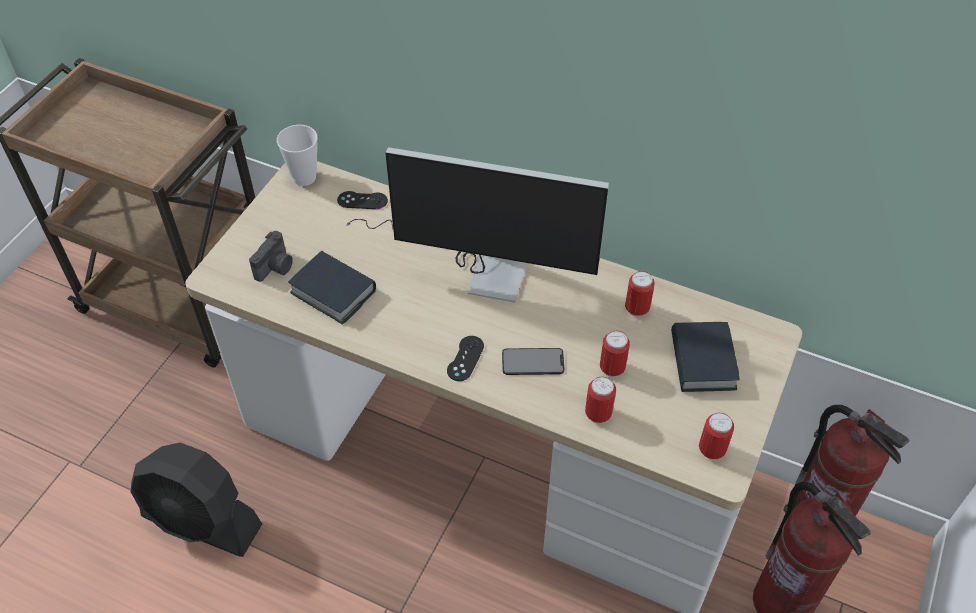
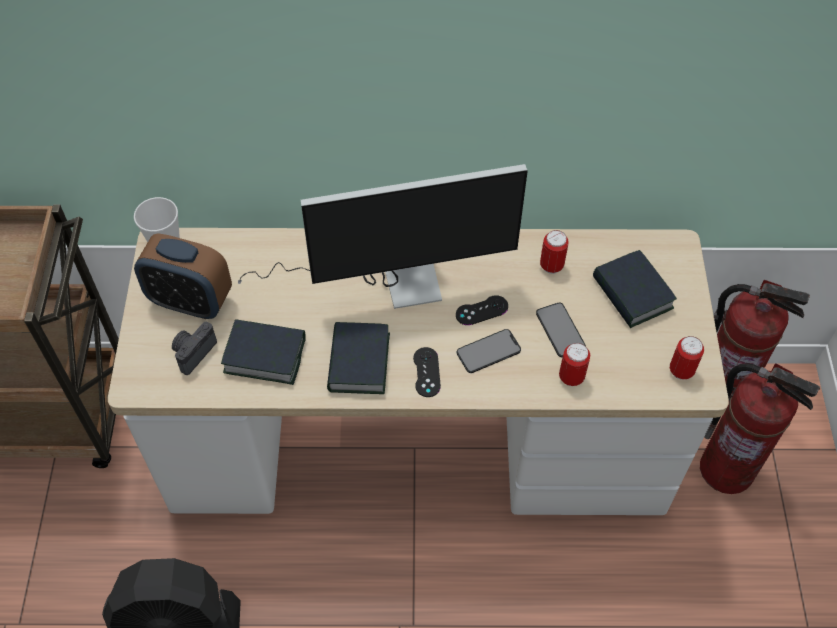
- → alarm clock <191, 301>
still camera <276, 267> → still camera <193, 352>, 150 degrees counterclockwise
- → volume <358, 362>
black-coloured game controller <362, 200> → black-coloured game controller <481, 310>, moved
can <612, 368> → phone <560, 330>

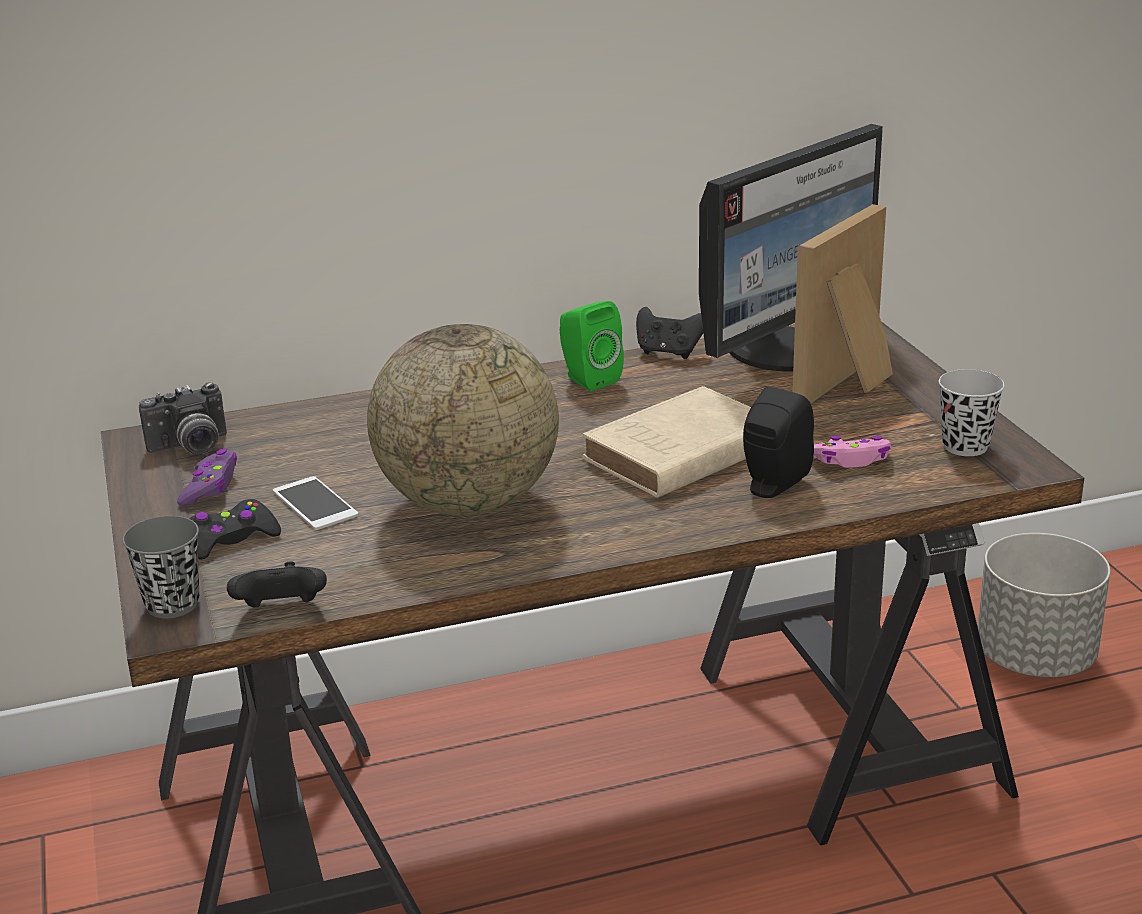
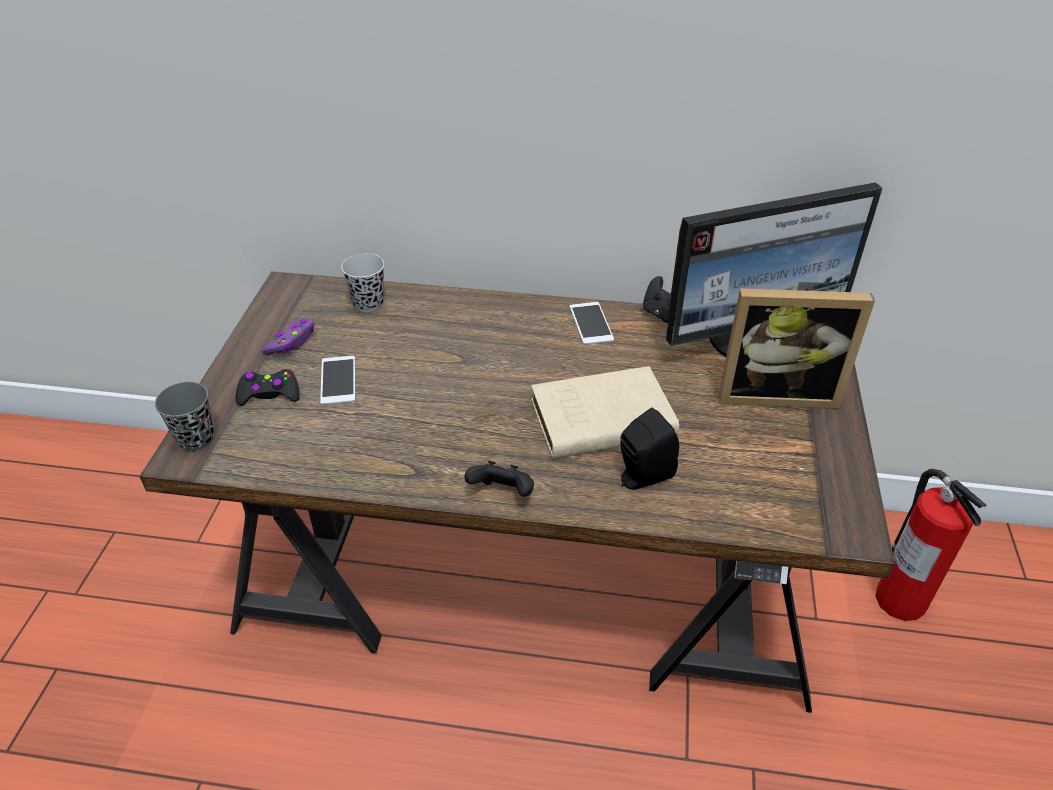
black-coloured drinking cup <965, 446> → black-coloured drinking cup <368, 303>, moved
black-coloured game controller <281, 611> → black-coloured game controller <502, 493>, moved
greenish loudspeaker <588, 379> → phone <591, 323>
standing frame <851, 384> → standing frame <776, 392>, 150 degrees counterclockwise
greyish planter <1036, 658> → fire-fighting cylinder <899, 598>
still camera <191, 447> → -
world globe <468, 503> → -
pinkish game controller <851, 460> → -

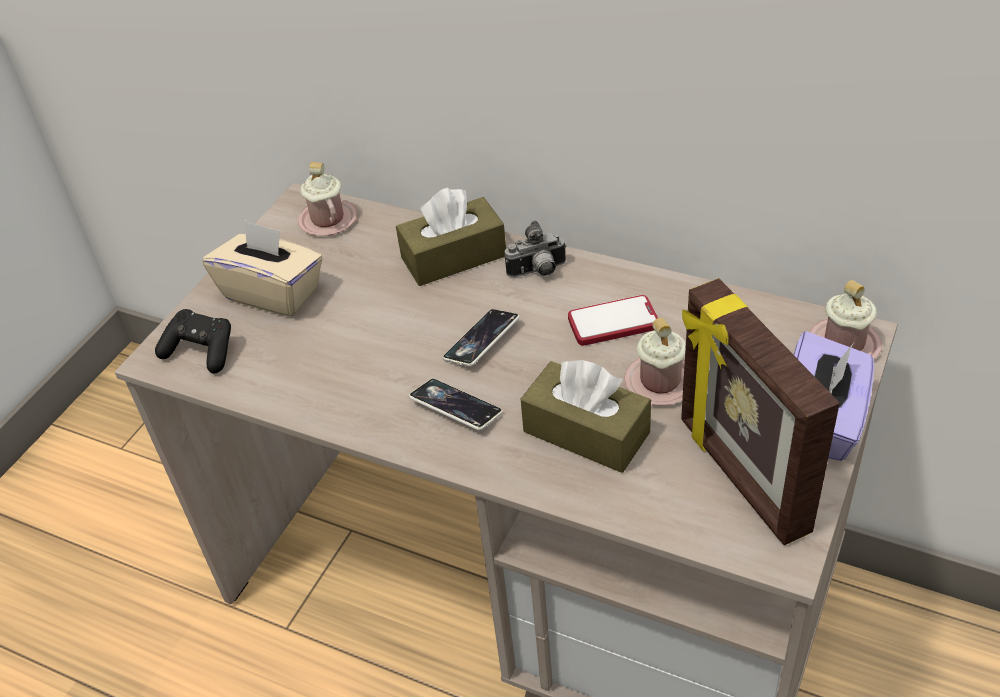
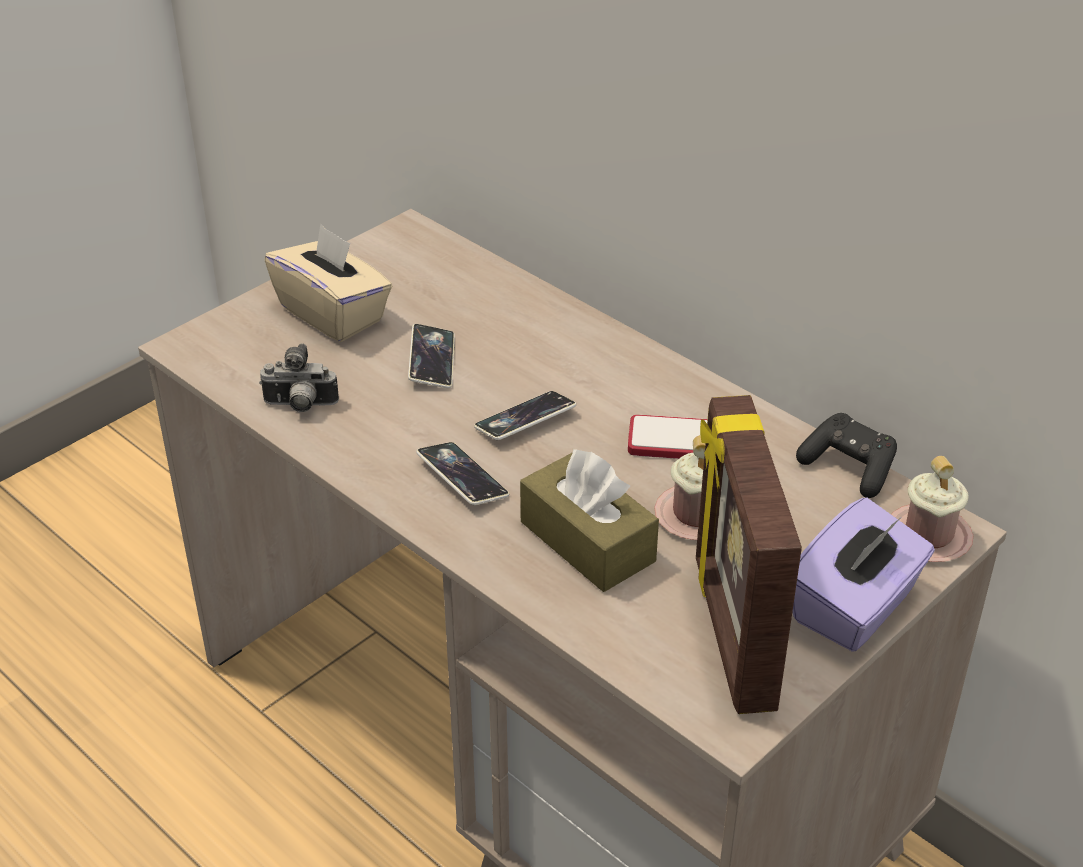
still camera <538, 272> → still camera <300, 406>, moved
- → phone <432, 361>
black-coloured game controller <201, 351> → black-coloured game controller <848, 468>, moved
pinkish mug <328, 220> → -
brownish box of tissues <453, 257> → -

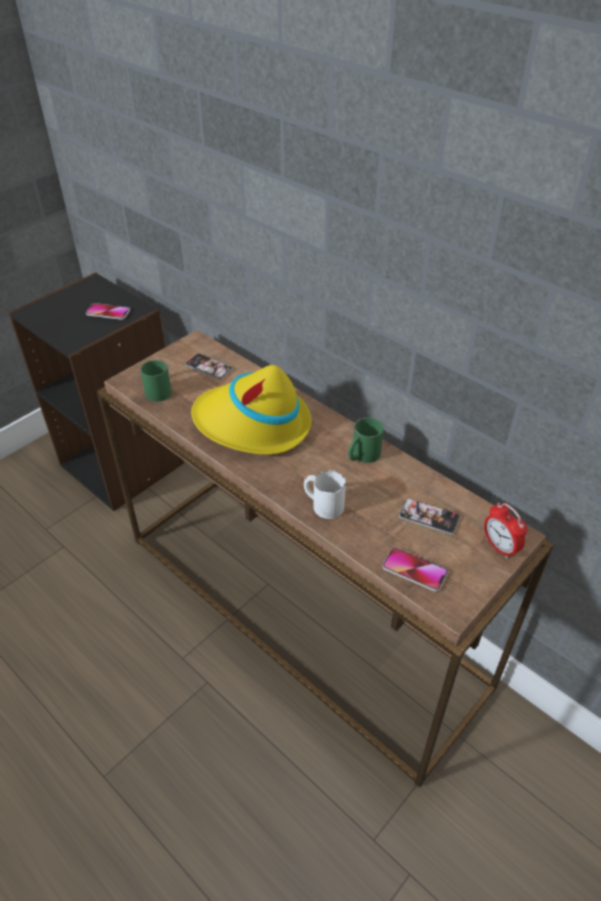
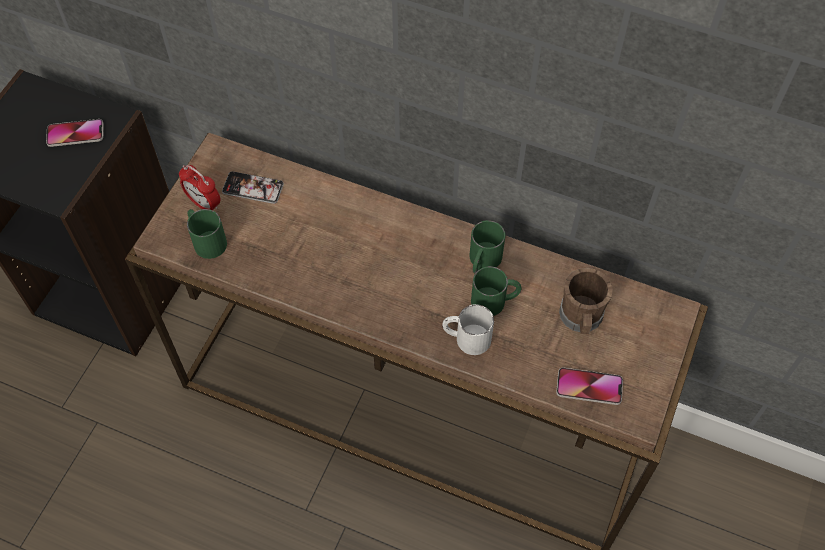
alarm clock <499, 547> → alarm clock <204, 204>, moved
- → greenish mug <495, 301>
phone <429, 517> → brownish mug <581, 318>
yellow clothing hat <253, 424> → -

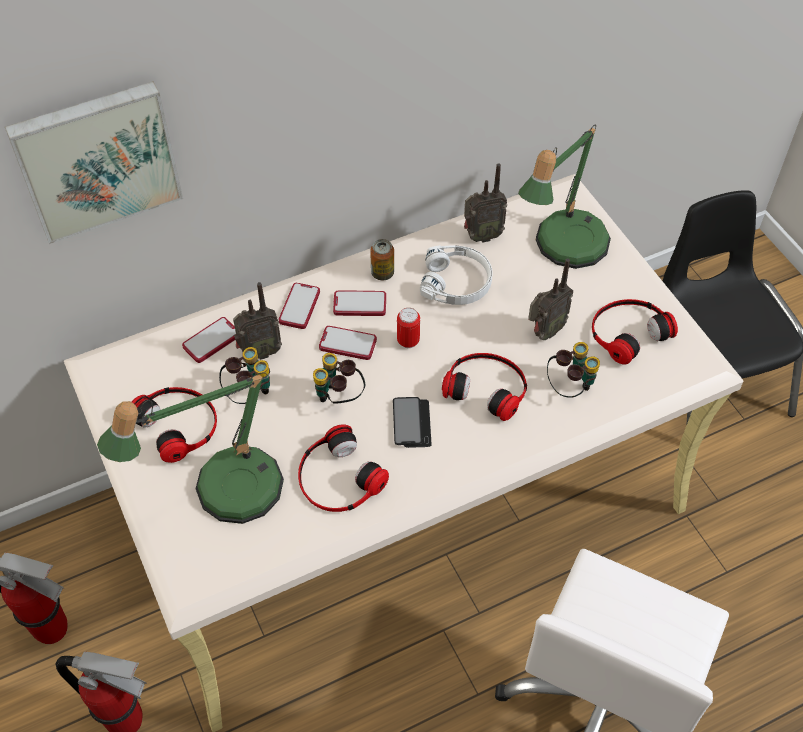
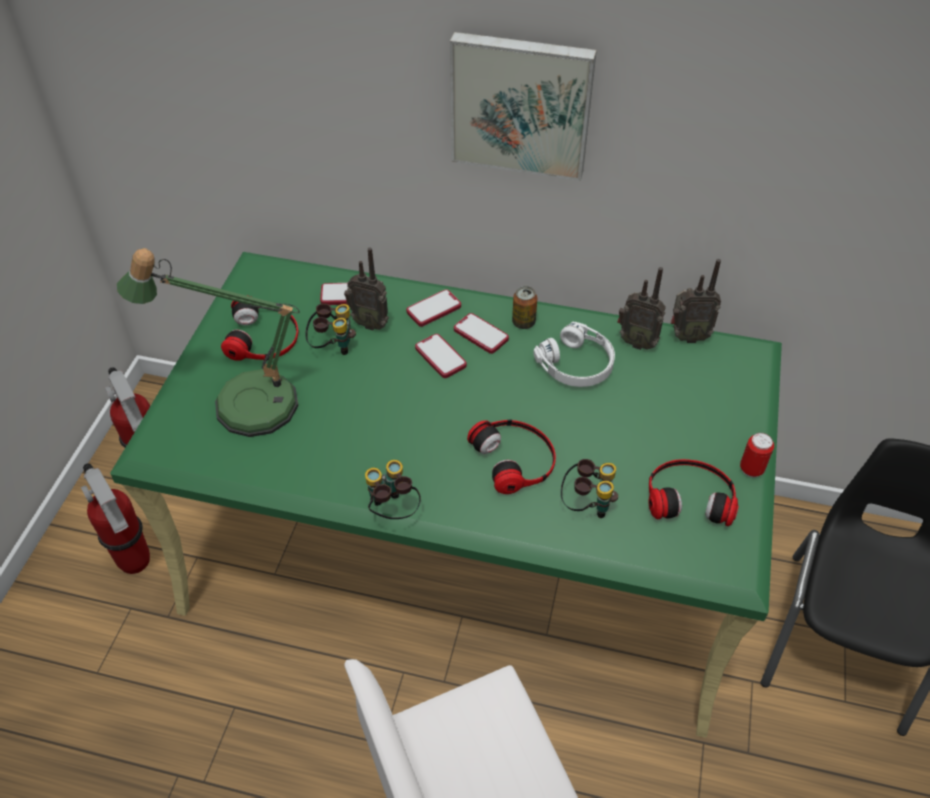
sand-coloured desk unit <403, 502> → greenish desk unit <467, 552>
binoculars <339, 397> → binoculars <392, 510>, moved
wall art <97, 159> → wall art <521, 104>, moved
radio <544, 332> → radio <687, 336>, moved
can <408, 341> → can <751, 469>, moved
pair of headphones <338, 478> → -
phone <411, 423> → -
table lamp <563, 248> → -

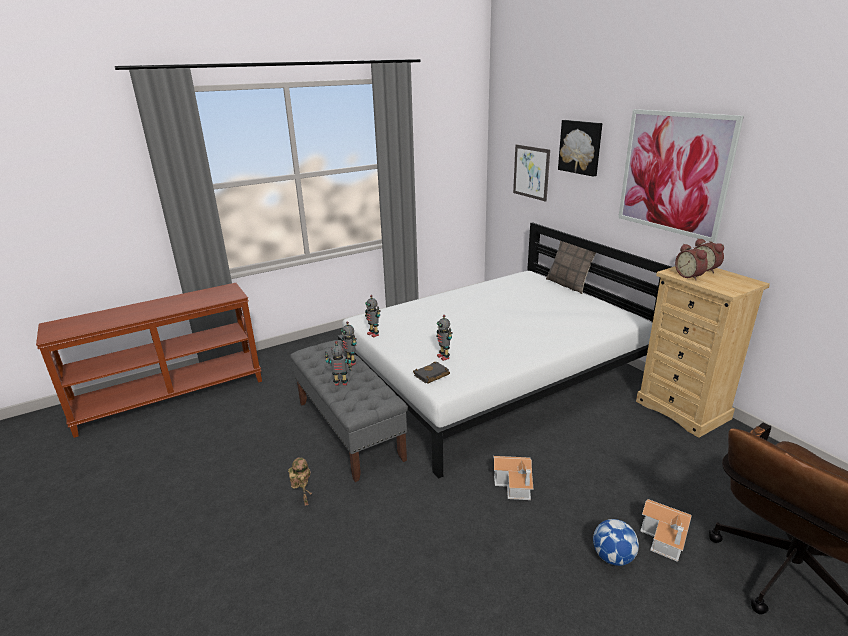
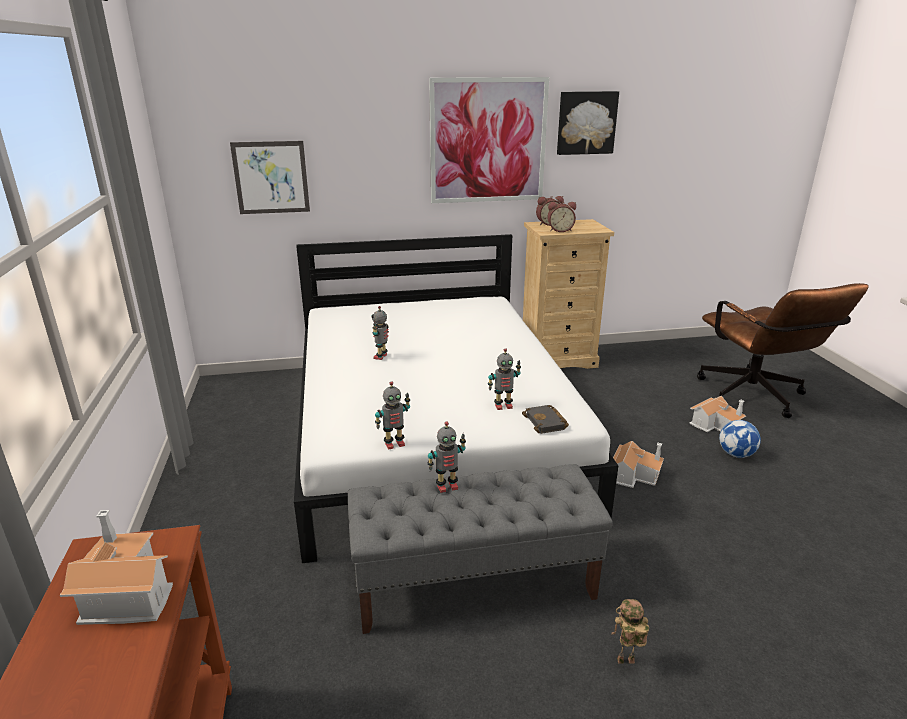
- → miniature house <125, 592>
robot figure <341, 383> → robot figure <381, 357>, moved
wall art <581, 147> → wall art <586, 123>, moved
cushion <569, 285> → -

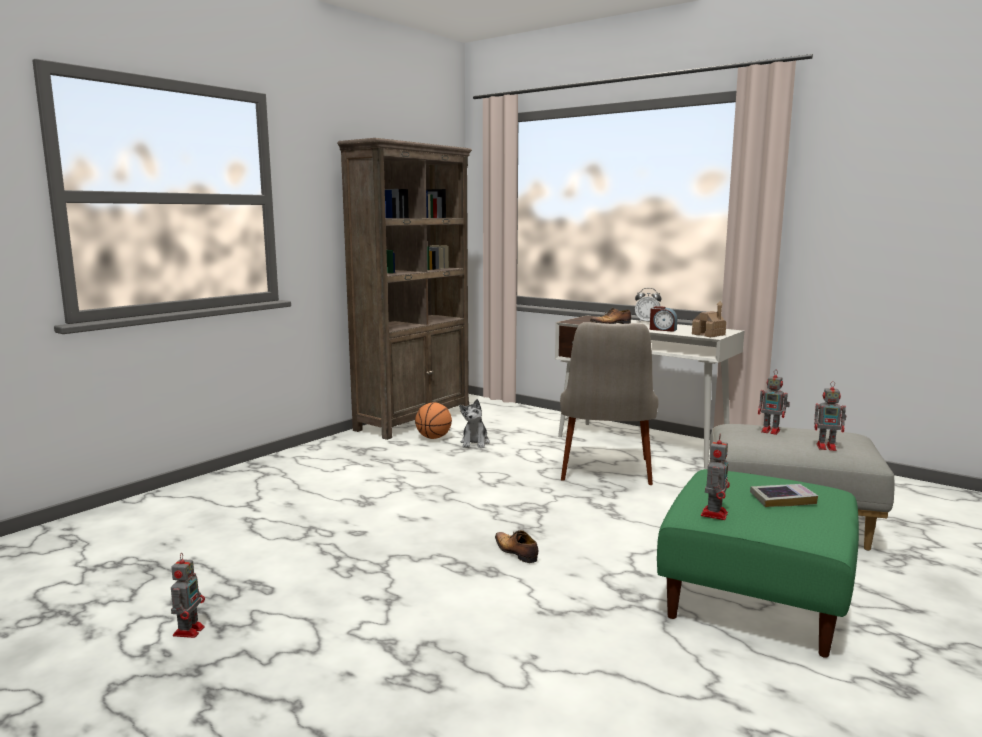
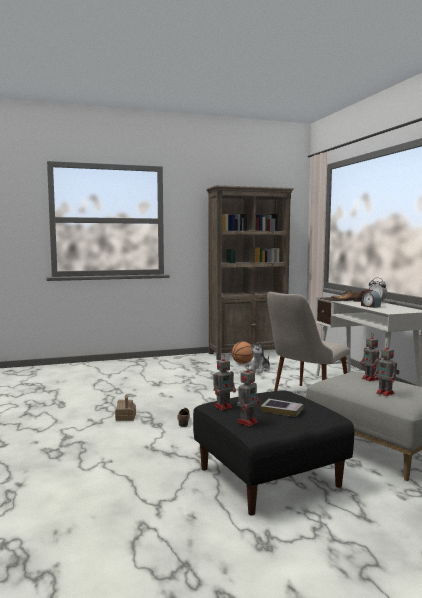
miniature house <708, 334> → miniature house <125, 417>, moved
greenish footrest <754, 597> → black-coloured footrest <269, 477>
robot figure <189, 630> → robot figure <247, 422>, moved

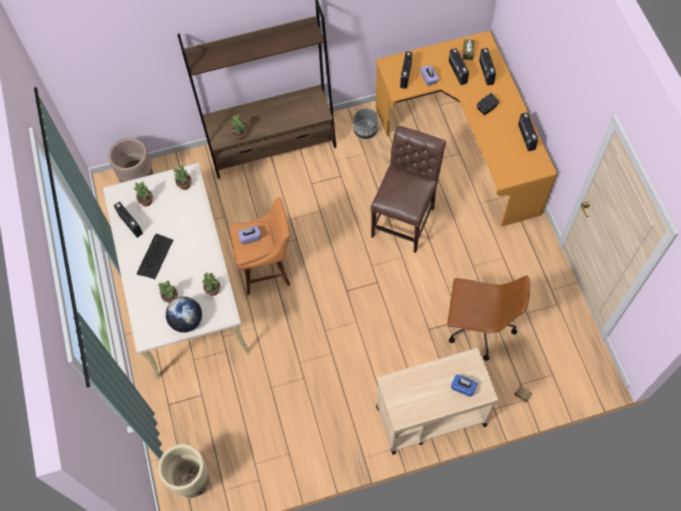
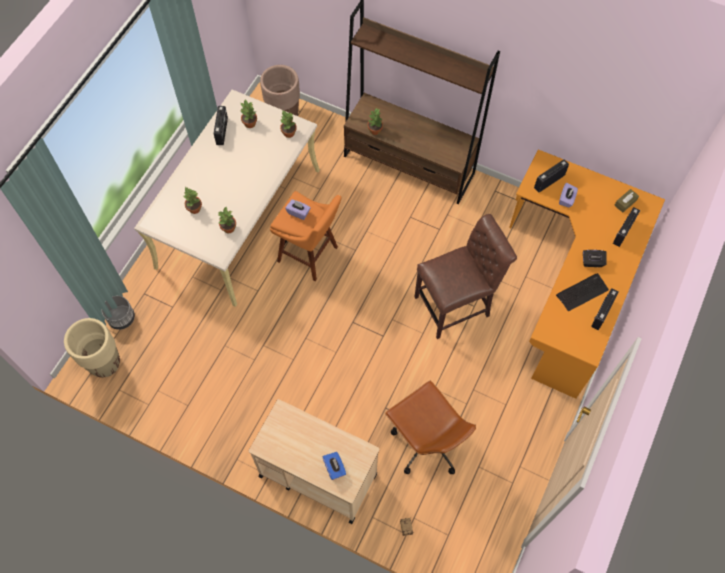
greyish planter <365, 131> → greyish planter <121, 318>, moved
PC keyboard <155, 256> → PC keyboard <582, 292>, moved
world globe <187, 321> → -
radio <457, 72> → -

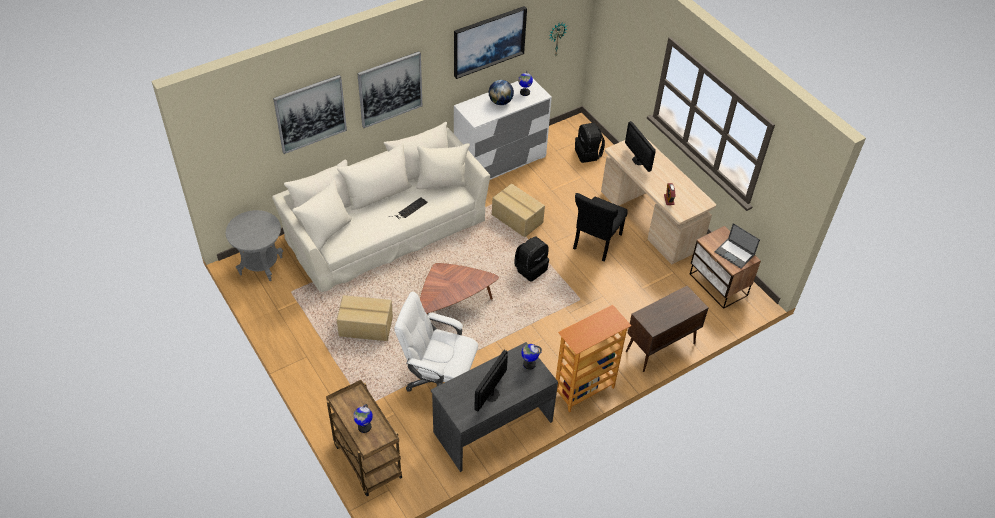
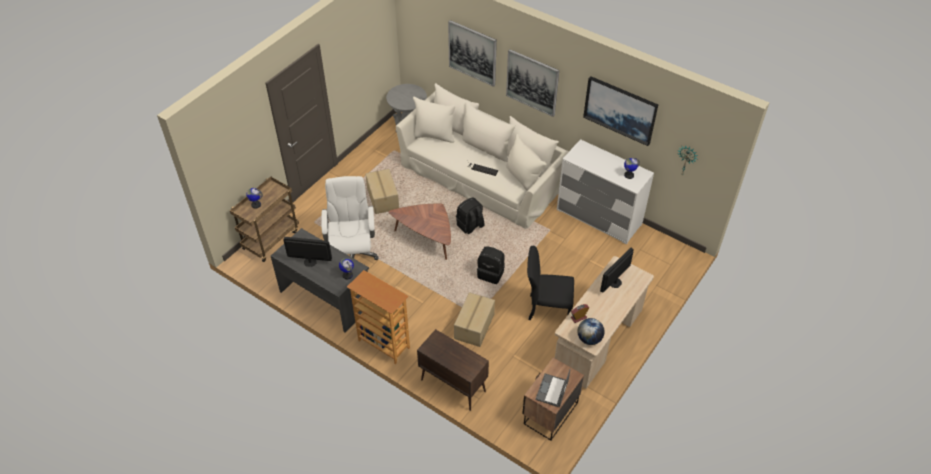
cardboard box <517, 219> → cardboard box <473, 326>, moved
black-coloured knapsack <588, 154> → black-coloured knapsack <470, 226>, moved
world globe <500, 102> → world globe <589, 339>, moved

